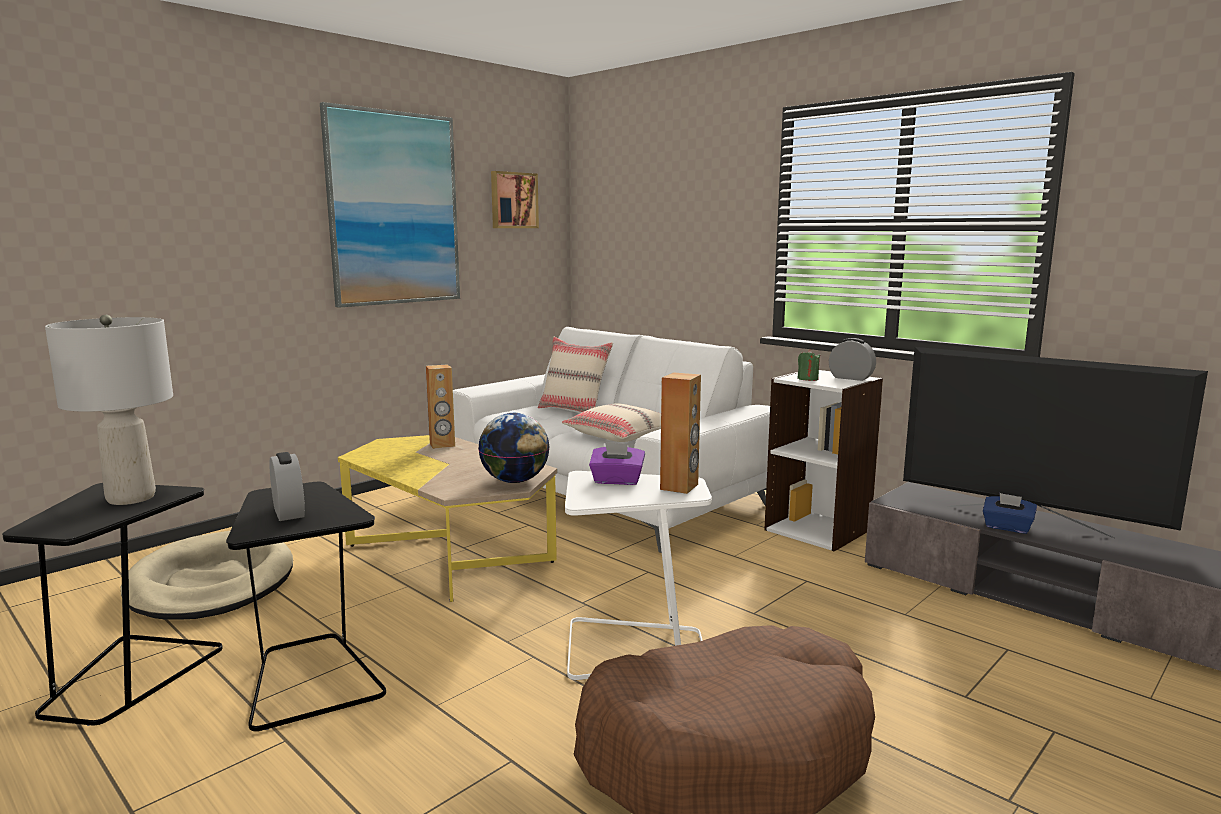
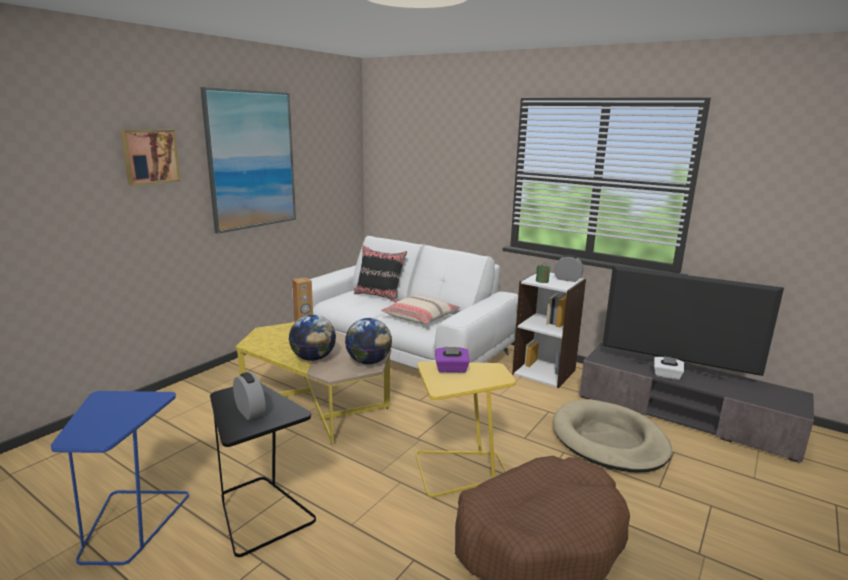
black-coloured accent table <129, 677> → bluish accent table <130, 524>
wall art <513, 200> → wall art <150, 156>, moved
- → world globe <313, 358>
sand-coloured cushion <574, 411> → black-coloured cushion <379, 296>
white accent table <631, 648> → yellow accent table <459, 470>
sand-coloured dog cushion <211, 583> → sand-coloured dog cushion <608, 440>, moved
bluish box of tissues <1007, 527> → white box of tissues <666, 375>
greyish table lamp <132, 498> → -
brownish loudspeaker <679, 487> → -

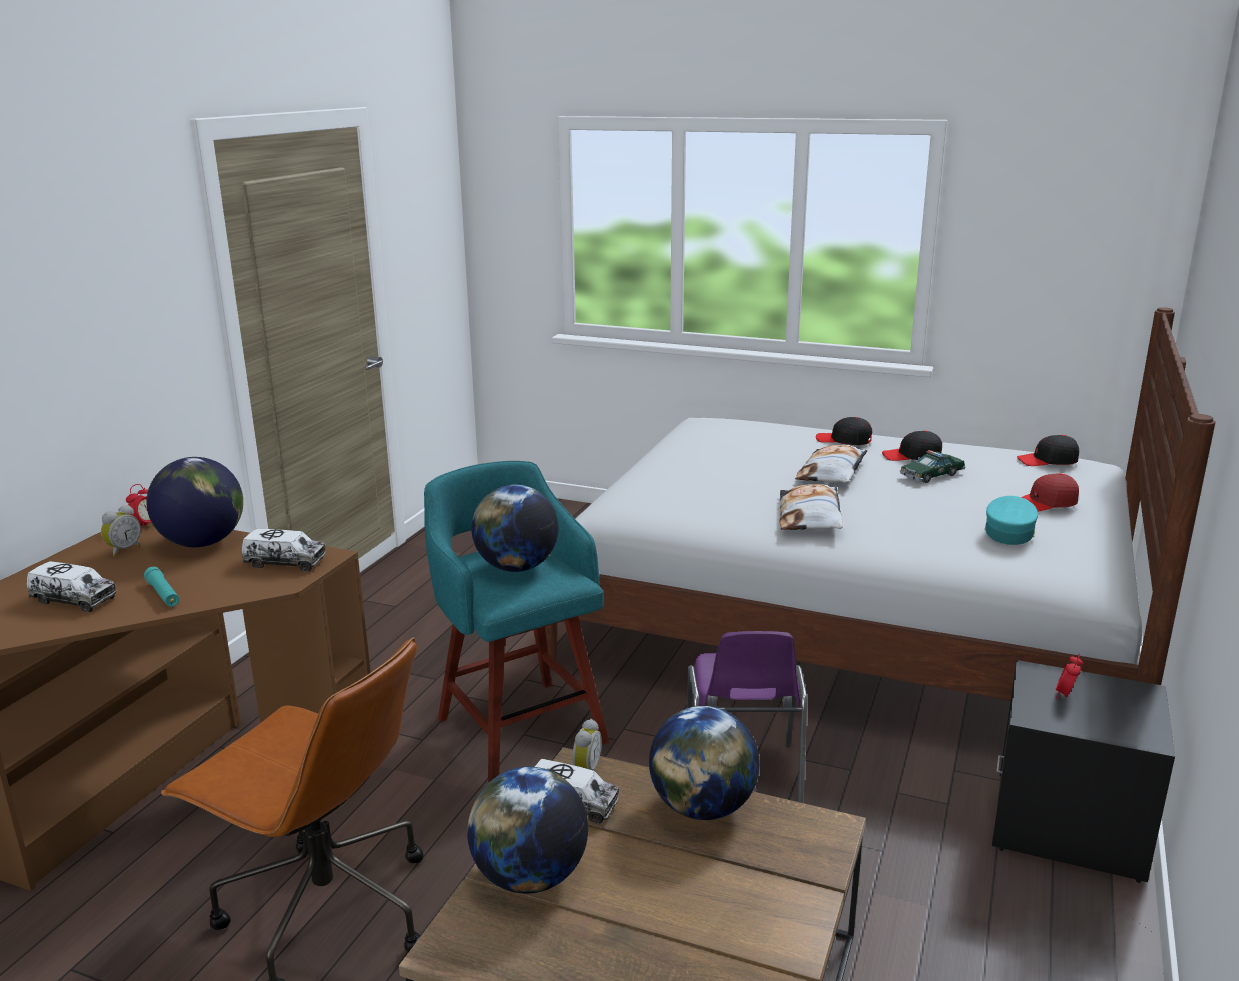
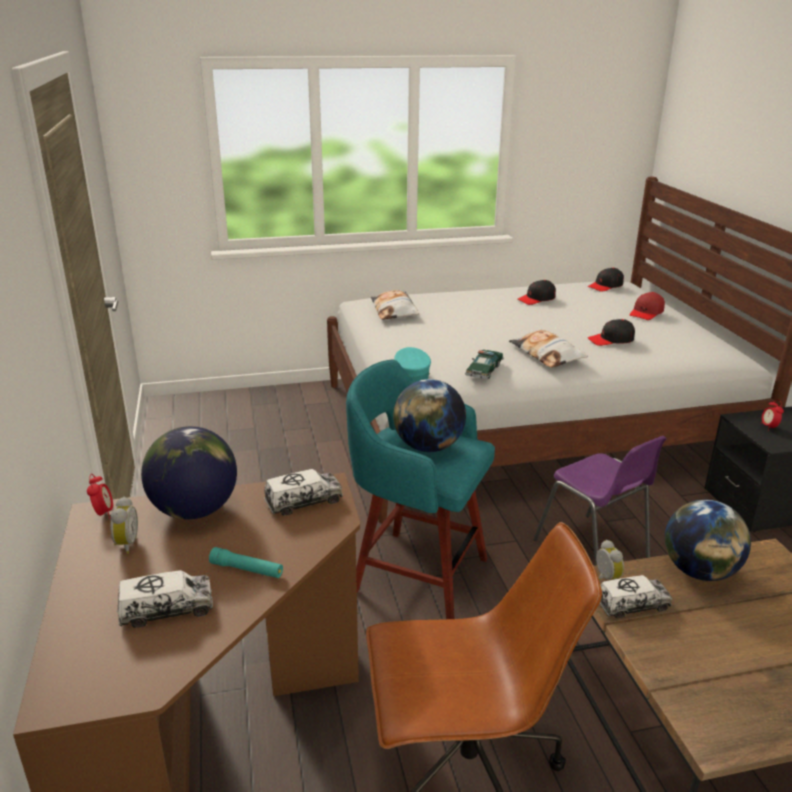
cushion <832, 473> → cushion <394, 311>, moved
turquoise peaked cap <1009, 532> → turquoise peaked cap <410, 374>, moved
toy car <931, 475> → toy car <484, 370>, moved
black-coloured peaked cap <844, 440> → black-coloured peaked cap <611, 340>, moved
world globe <530, 877> → -

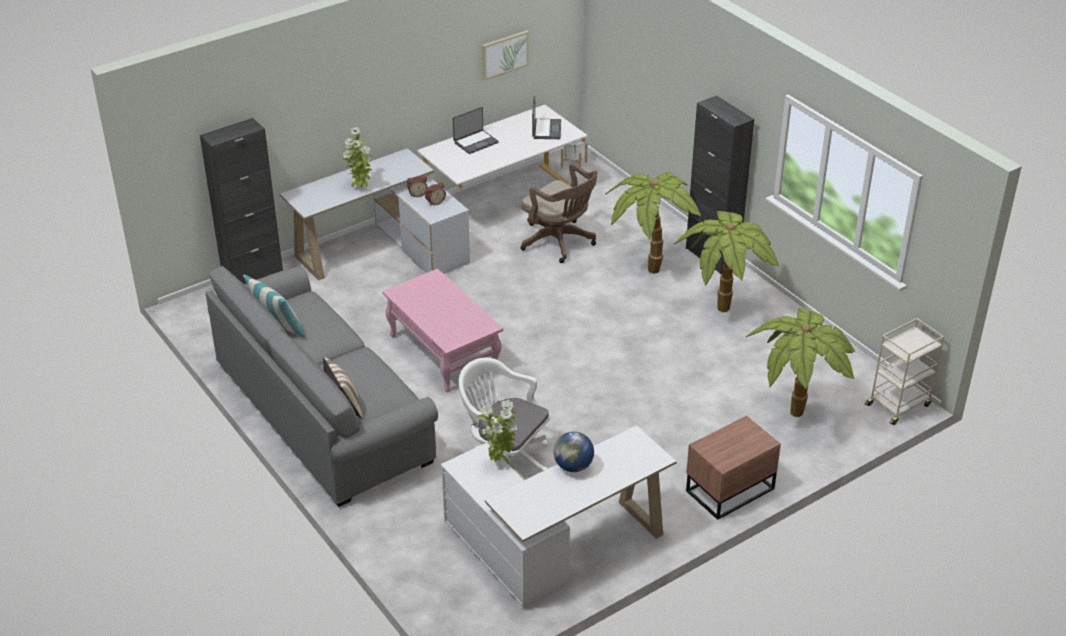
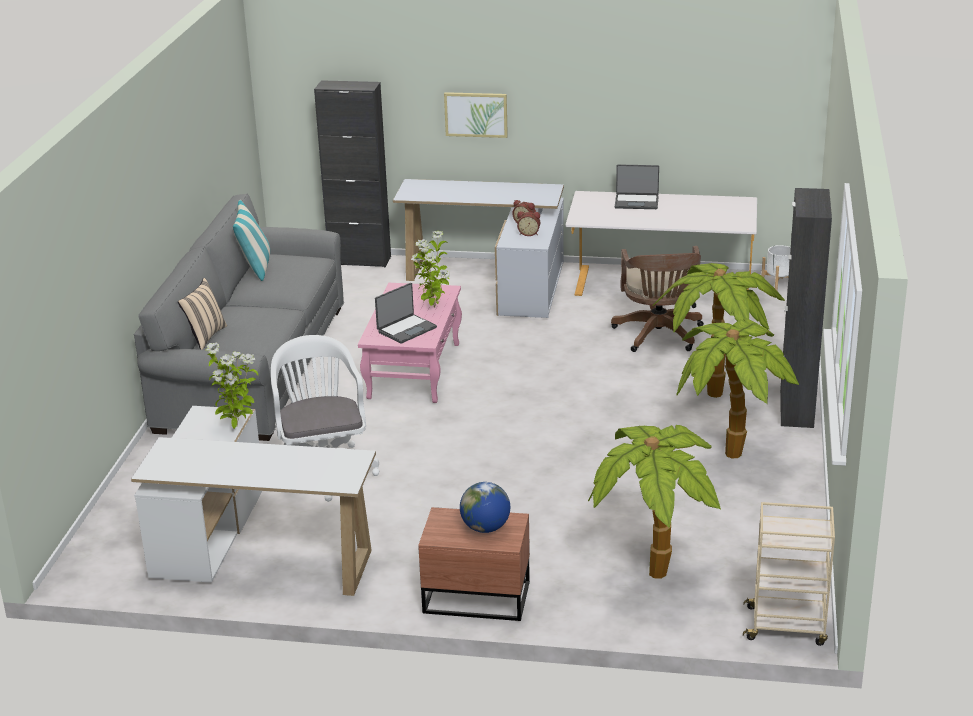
portable computer <545, 130> → portable computer <406, 329>, moved
potted plant <360, 188> → potted plant <433, 307>, moved
wall art <504, 54> → wall art <476, 114>, moved
world globe <573, 466> → world globe <485, 528>, moved

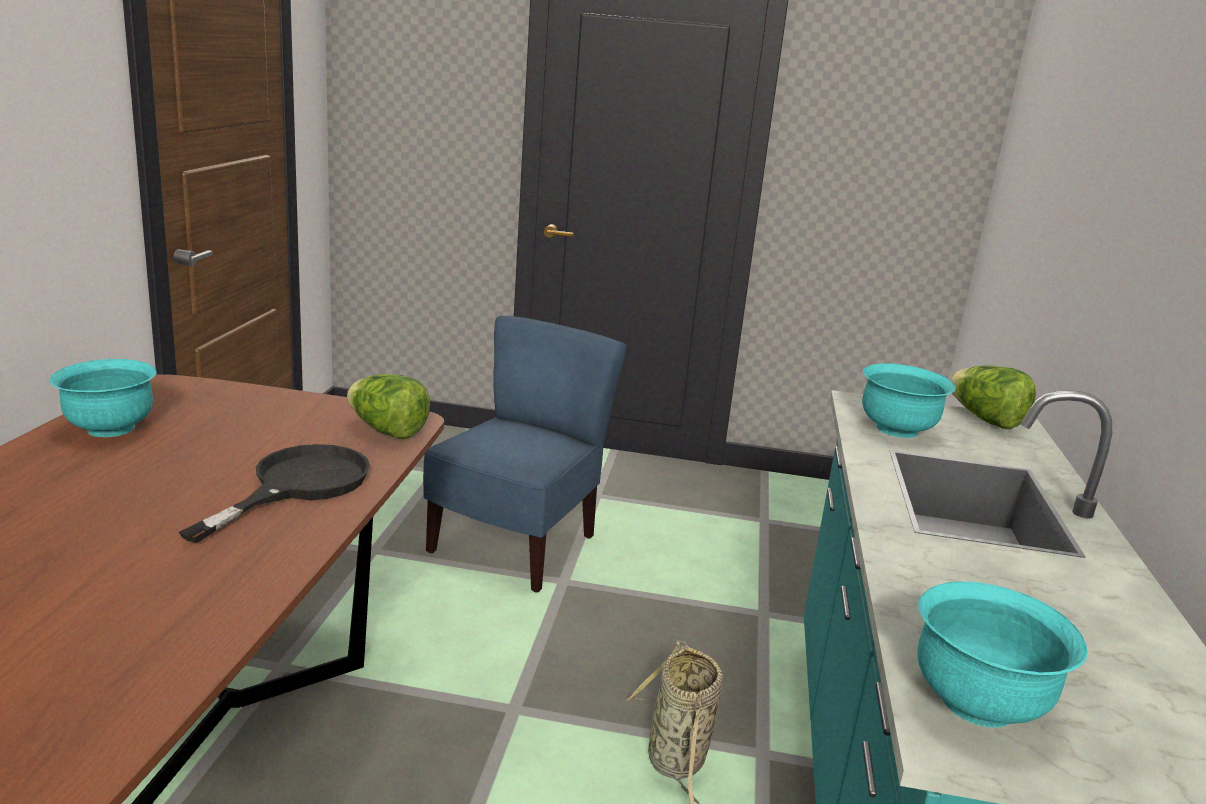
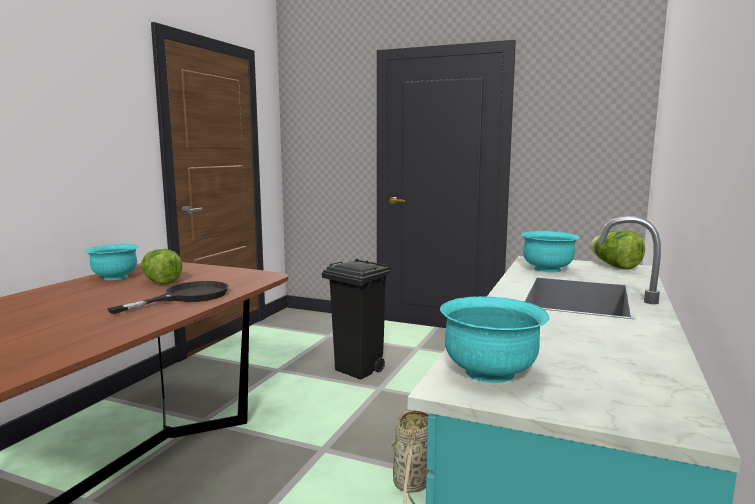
lettuce <387, 431> → lettuce <160, 282>, moved
bluish upright chair <515, 545> → black-coloured waste bin <359, 370>

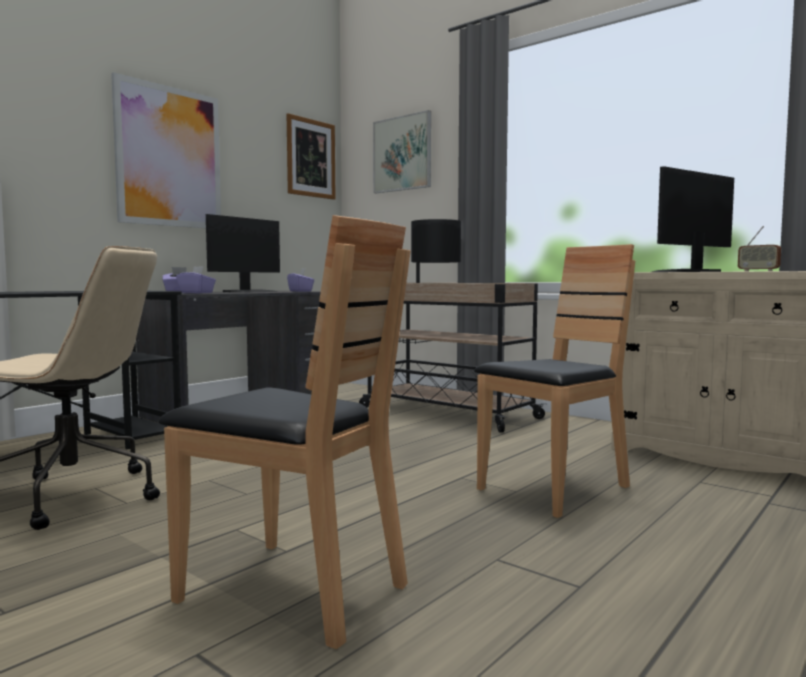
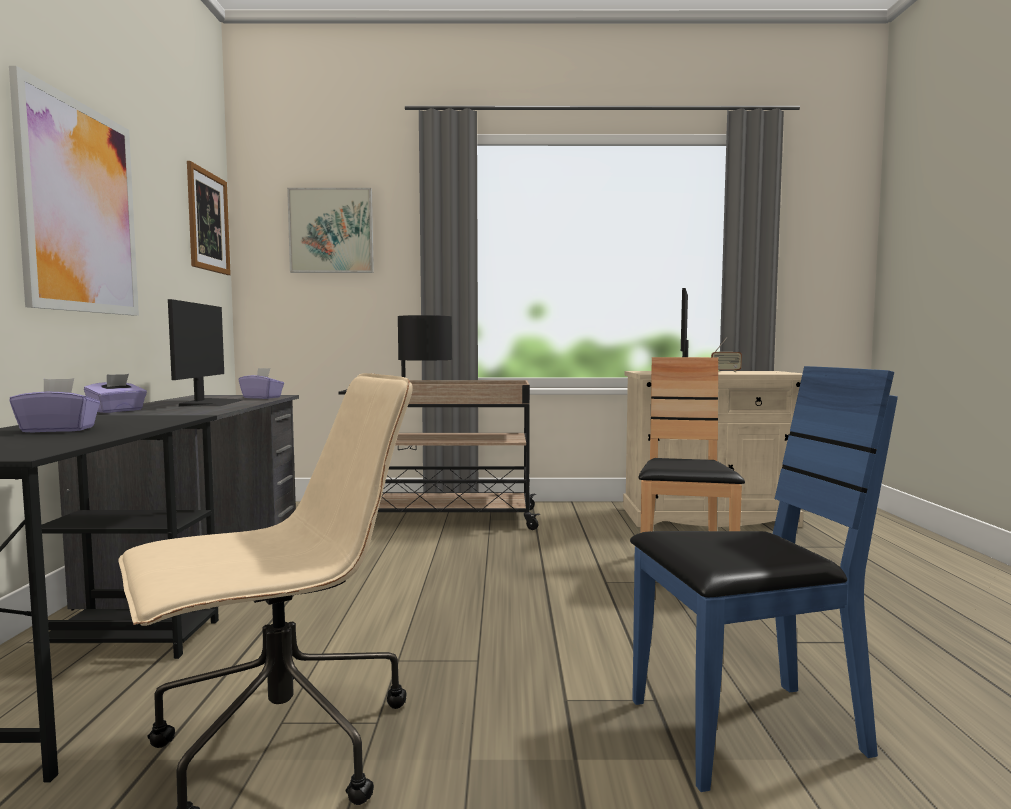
purple-coloured box of tissues <196, 293> → purple-coloured box of tissues <58, 430>, moved
brownish upright chair <292, 590> → bluish upright chair <745, 730>

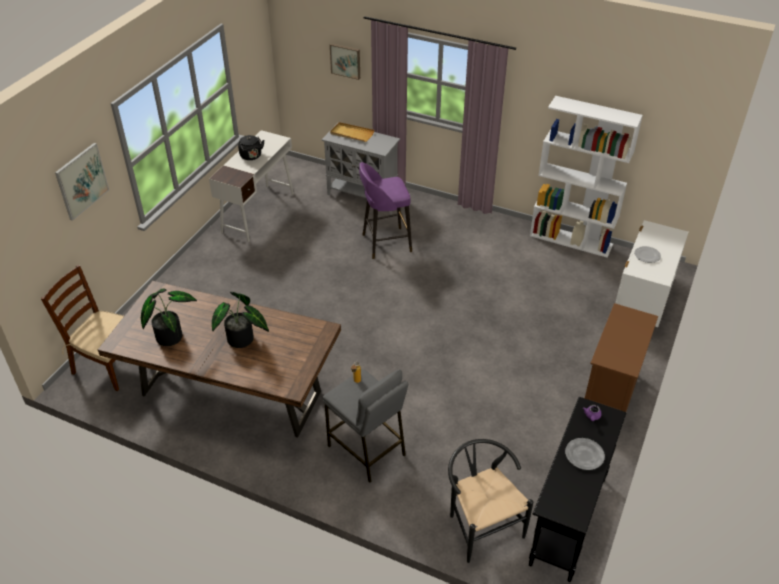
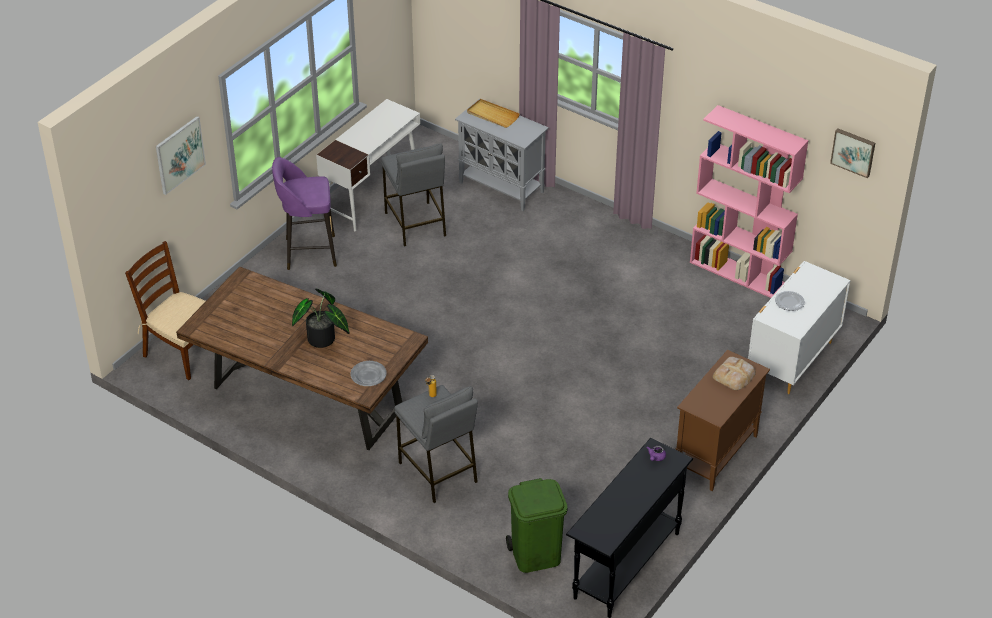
purple-coloured sitting stool <385, 243> → purple-coloured sitting stool <308, 252>, moved
greyish dinner plate <584, 455> → greyish dinner plate <368, 375>, moved
- → greyish sitting stool <415, 224>
black-coloured upright chair <480, 524> → greenish waste bin <536, 555>
white shelving unit <571, 240> → pinkish shelving unit <739, 273>
- → baked bread <734, 375>
wall art <346, 60> → wall art <853, 152>, moved
potted plant <170, 335> → -
black-coloured tea kettle <251, 156> → -

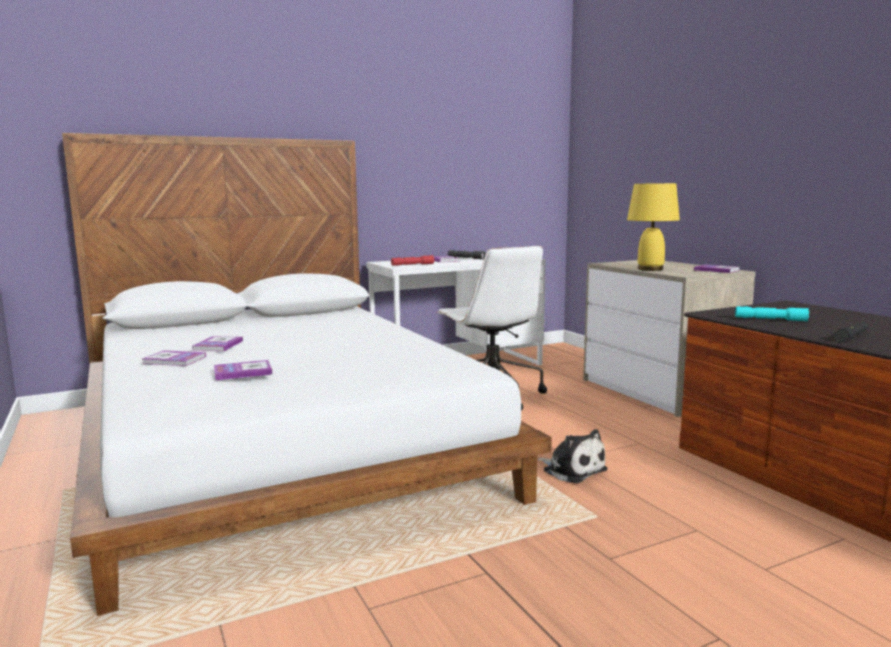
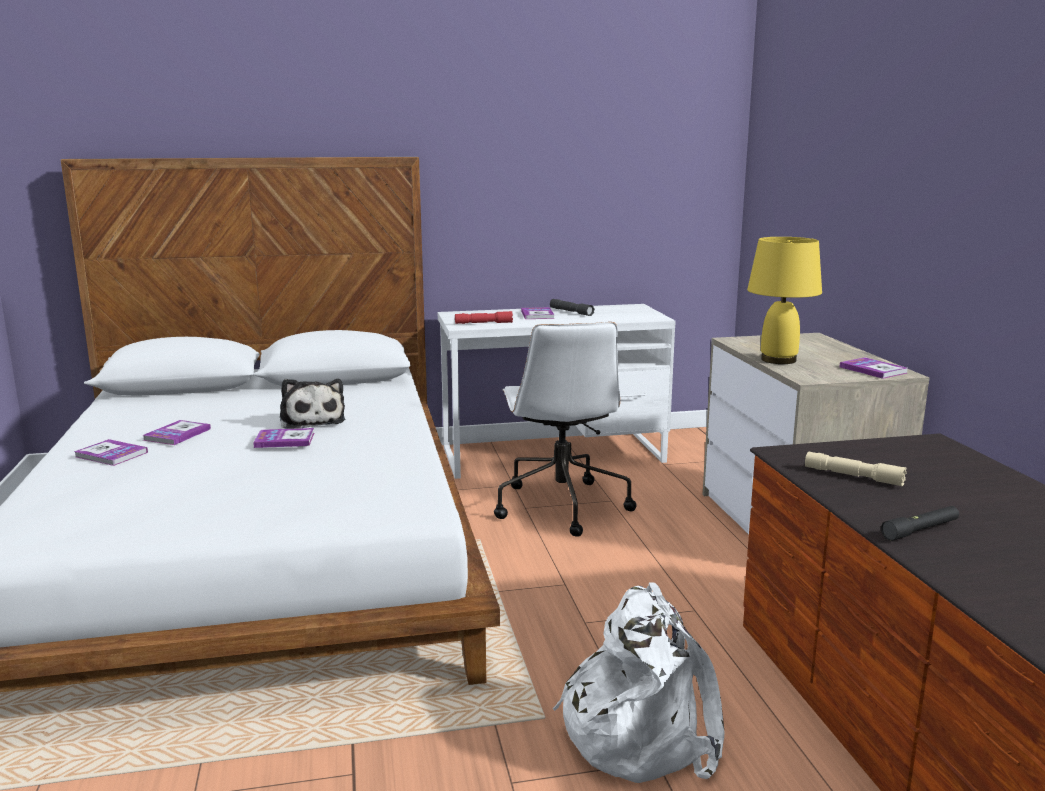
volume <242, 372> → volume <284, 440>, moved
cuddly toy <572, 470> → cuddly toy <311, 421>, moved
- → white knapsack <640, 732>
turquoise flashlight <770, 319> → sand-coloured flashlight <853, 476>

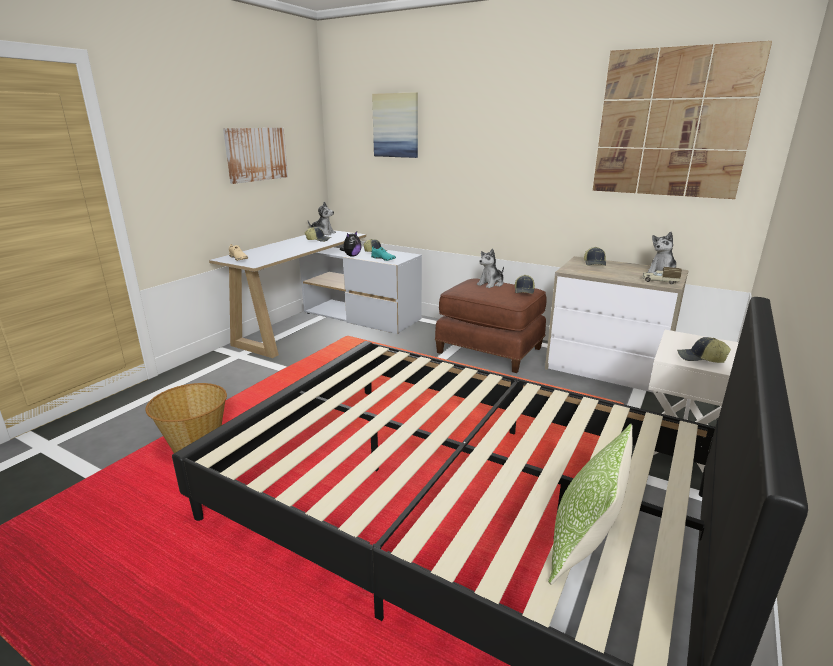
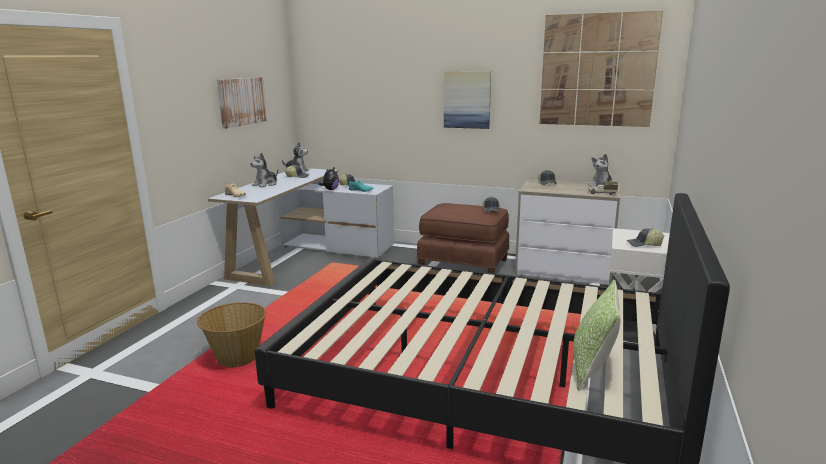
cuddly toy <491, 284> → cuddly toy <266, 184>, moved
wall art <396, 125> → wall art <467, 100>, moved

